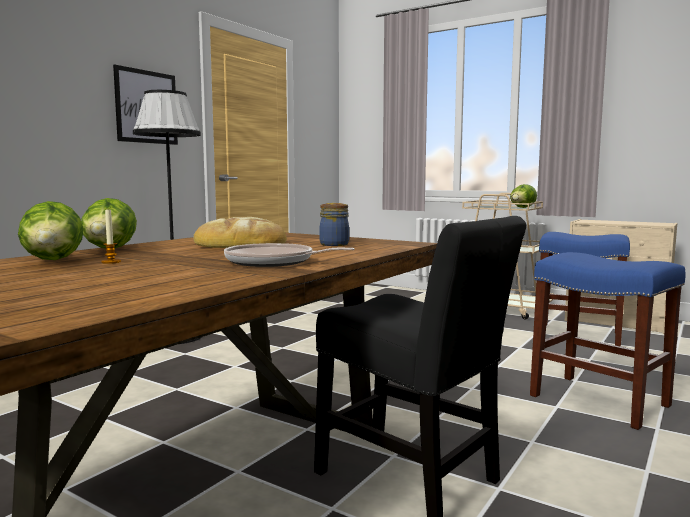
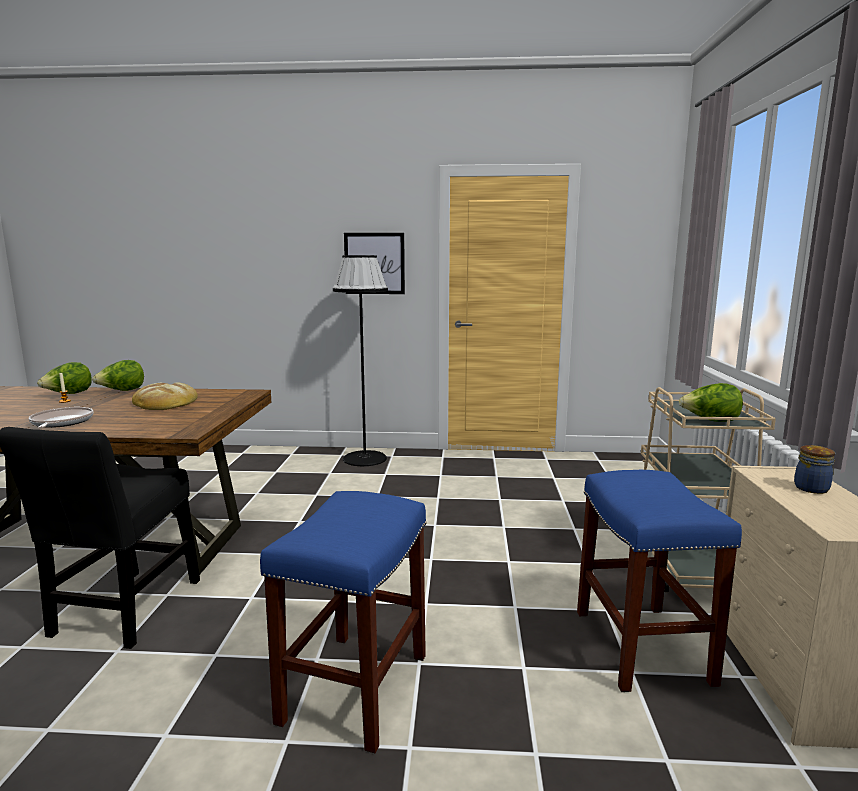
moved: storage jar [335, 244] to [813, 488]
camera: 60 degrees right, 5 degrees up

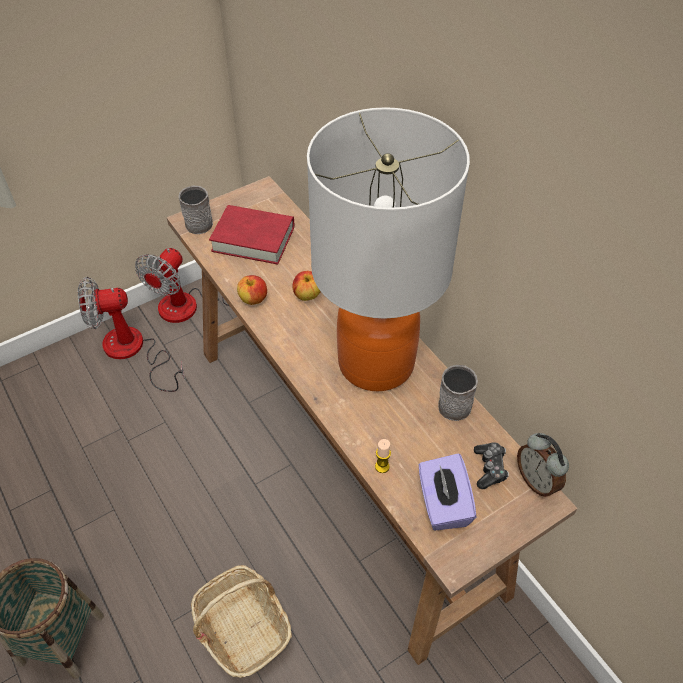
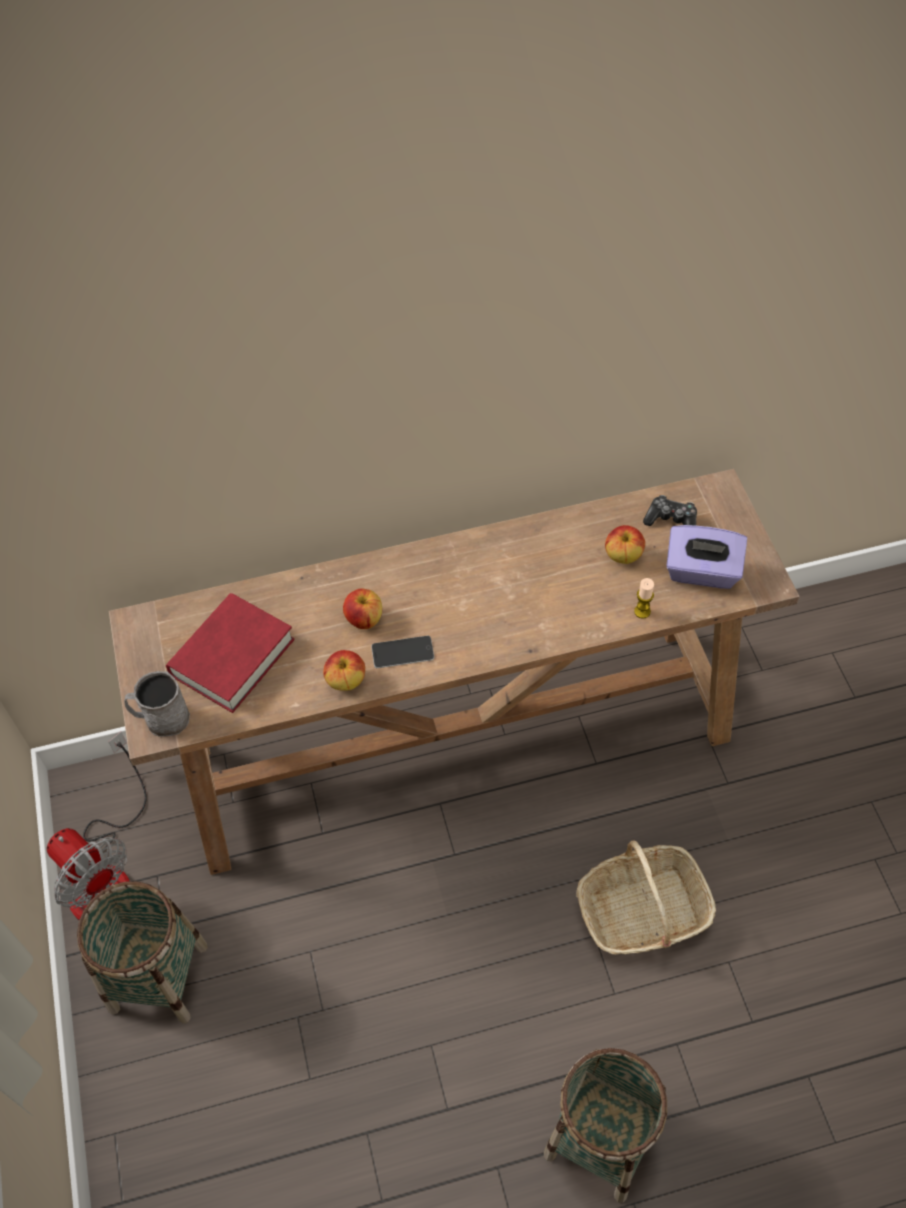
removed: lamp for a table [376, 363]; mug/gray [455, 402]; table clock [537, 481]
added: handset [402, 652]; apple fruit [623, 555]
replaced: fan [133, 352] to storage basket [159, 977]
camera: 70 degrees left, 5 degrees up

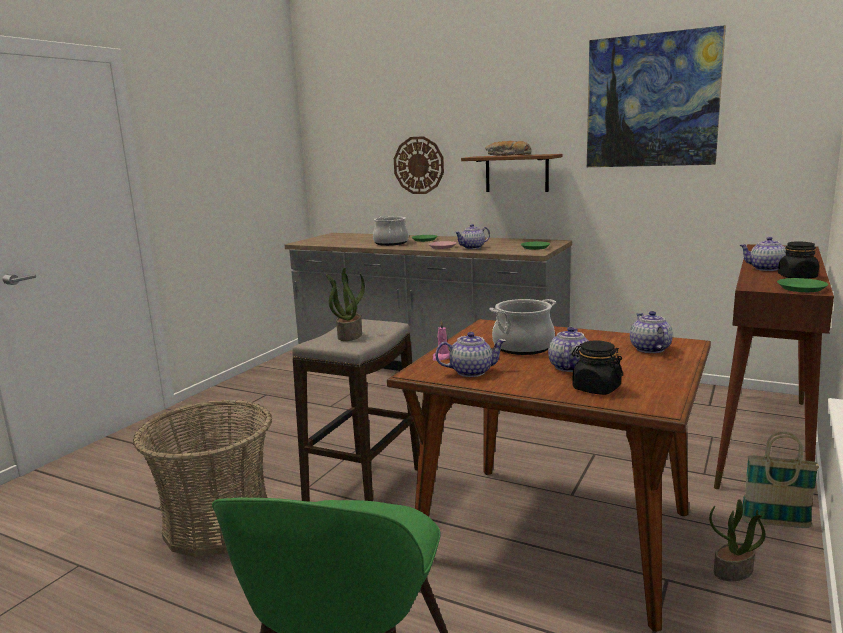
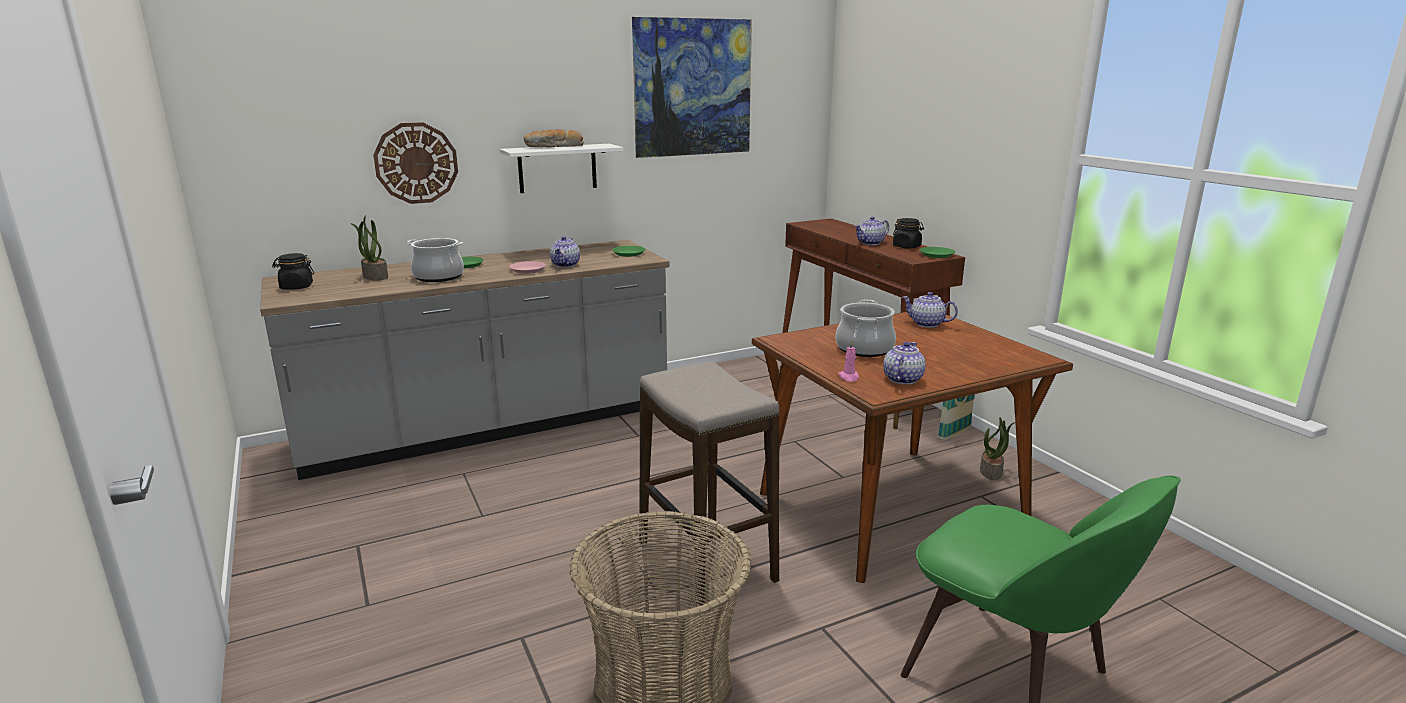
removed: teapot [569, 367]
moved: storage jar/blackish [596, 388] to [296, 287]; potted plant [349, 335] to [375, 276]
recoloured: shelf/brownish [516, 173] to shelf/whitish [557, 168]
camera: 55 degrees left, 5 degrees up

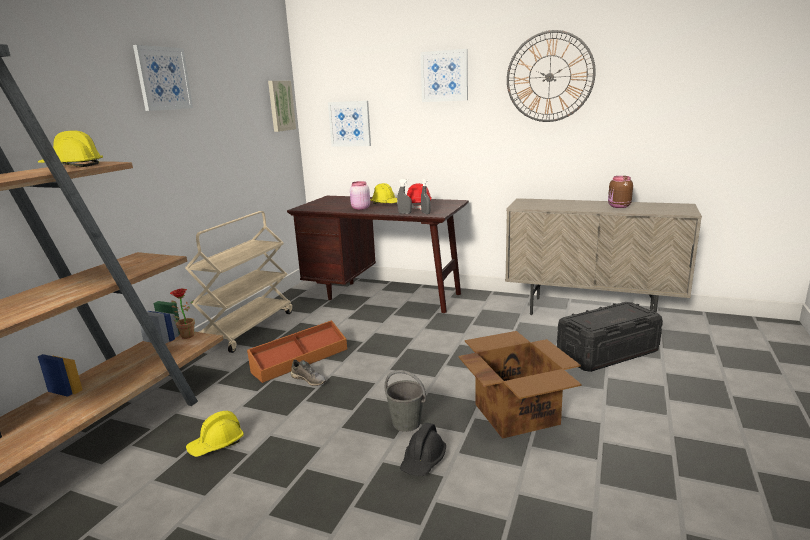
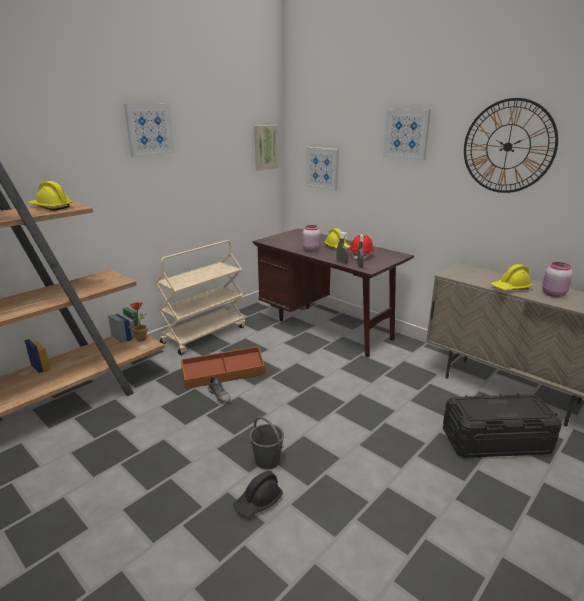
removed: cardboard box [516, 413]
moved: hard hat/yellow-coloured [216, 444] to [510, 288]
recoloured: storage jar/brownish [618, 206] to storage jar/pink-coloured [552, 294]
camera: 20 degrees right, 5 degrees up

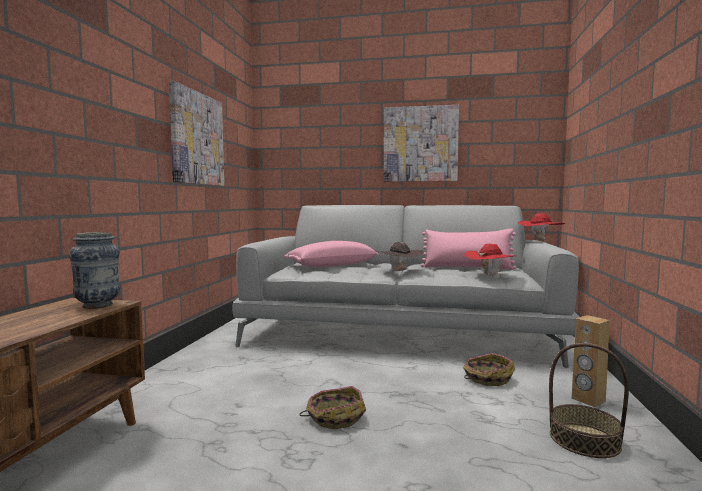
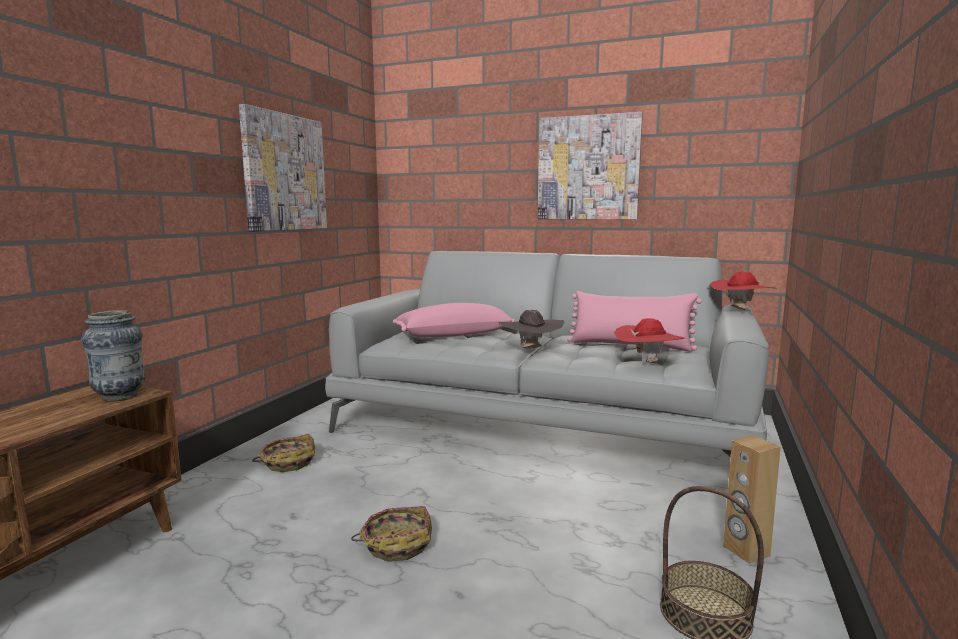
moved: storage basket [487, 378] to [288, 462]
camera: 10 degrees right, 5 degrees up

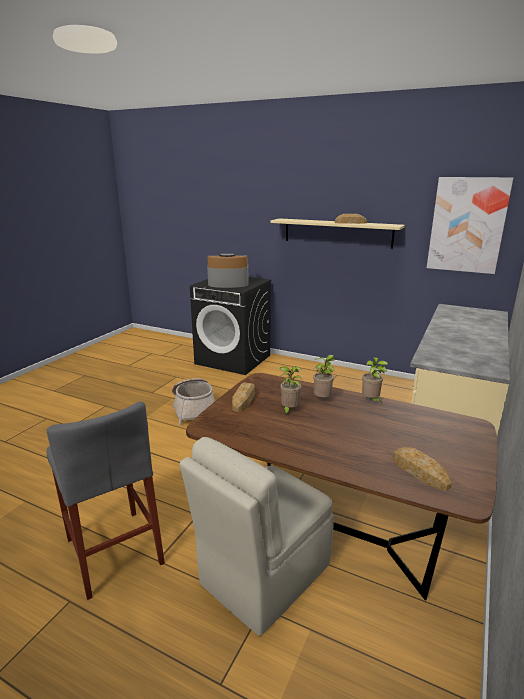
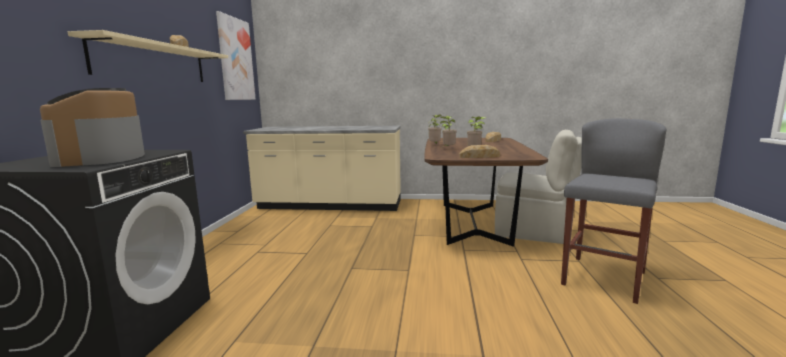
removed: storage basket [194, 409]
camera: 110 degrees left, 10 degrees down

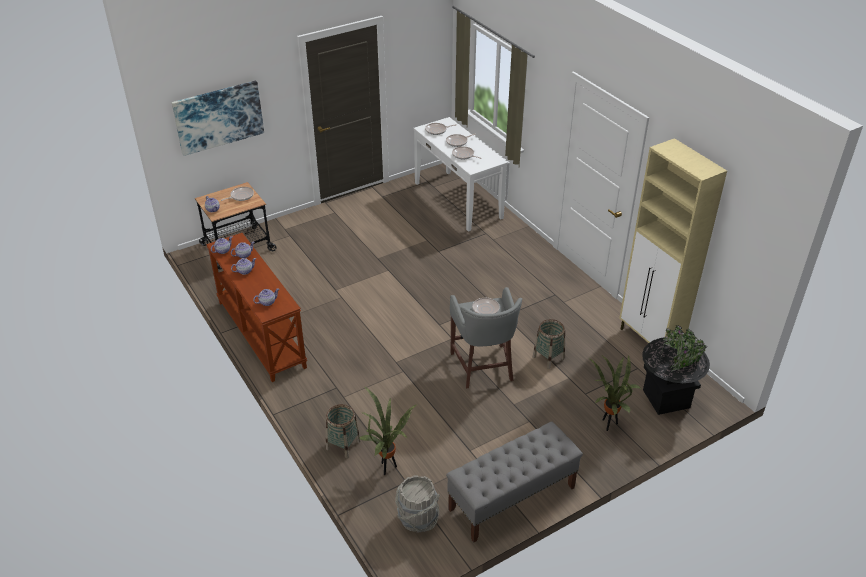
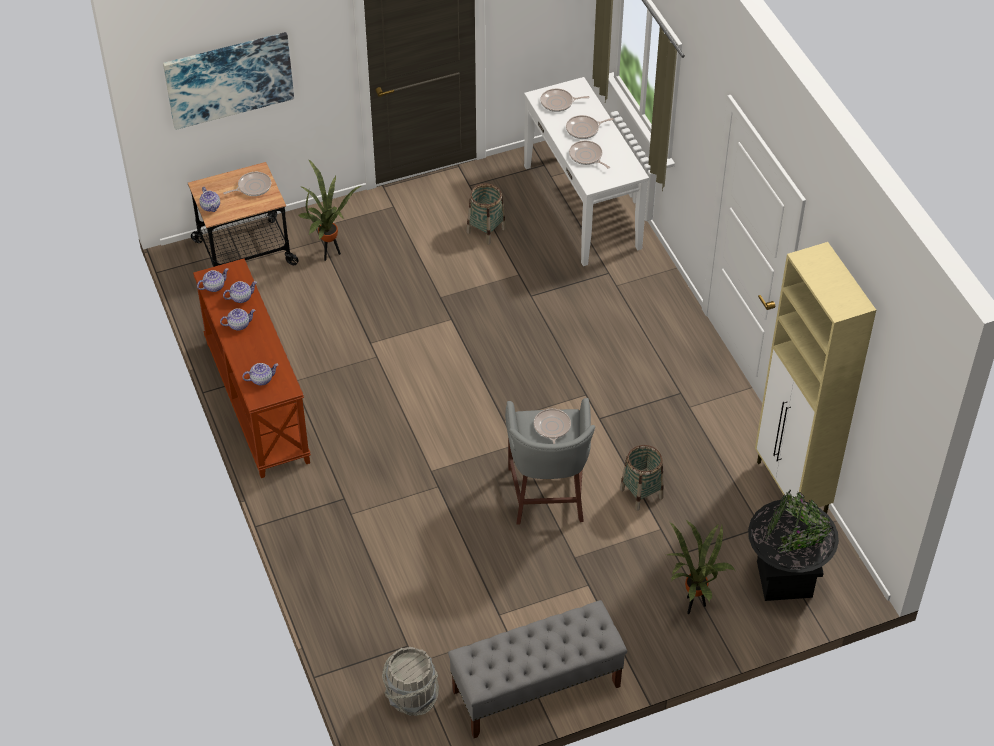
moved: potted plant [387, 467] to [330, 253]; storage basket [343, 445] to [486, 230]
camera: 10 degrees right, 10 degrees up

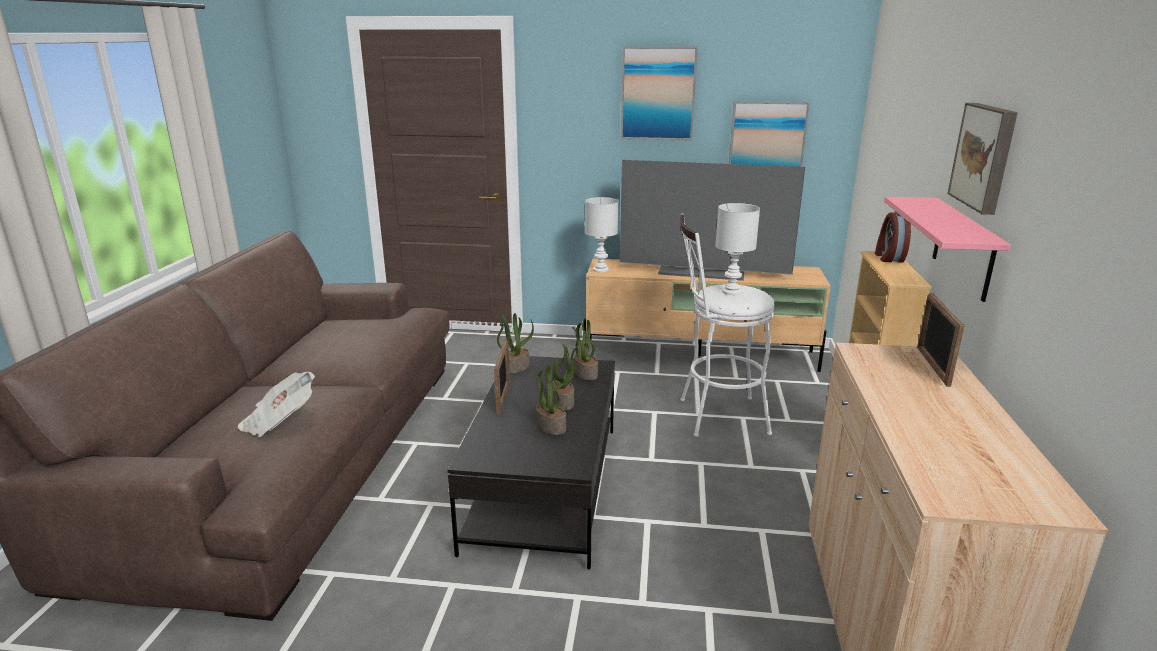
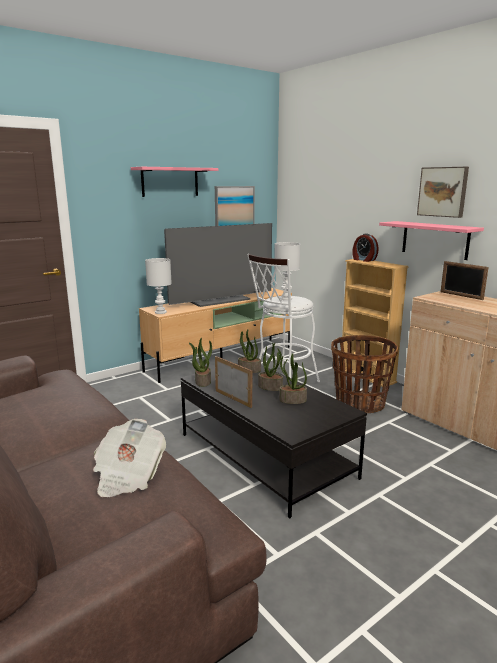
added: storage basket [359, 403]
replaced: wall art [658, 93] to shelf/pink-coloured [170, 182]
camera: 45 degrees left, 5 degrees down

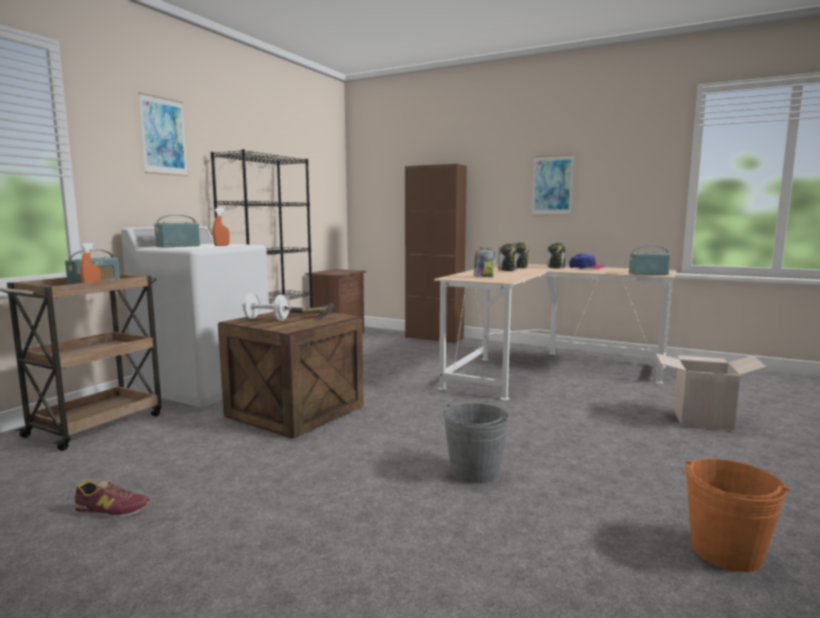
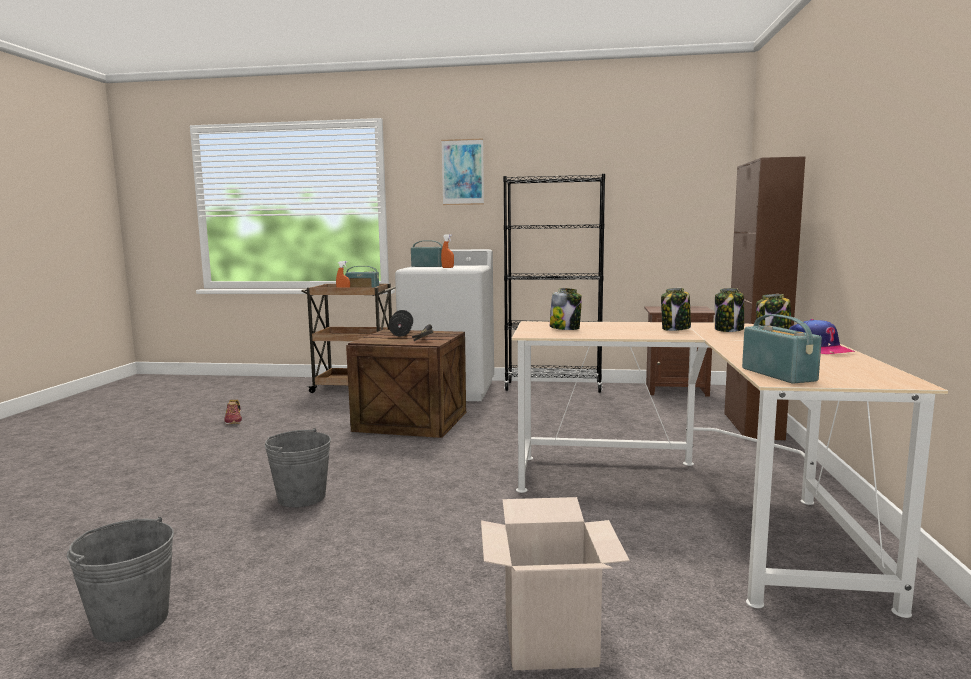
removed: wall art [552, 185]
recoloured: water bucket/orange-coloured [726, 552] to water bucket/gray [131, 621]; free weight/whitish [267, 319] to free weight/blackish [401, 333]
camera: 70 degrees right, 0 degrees up

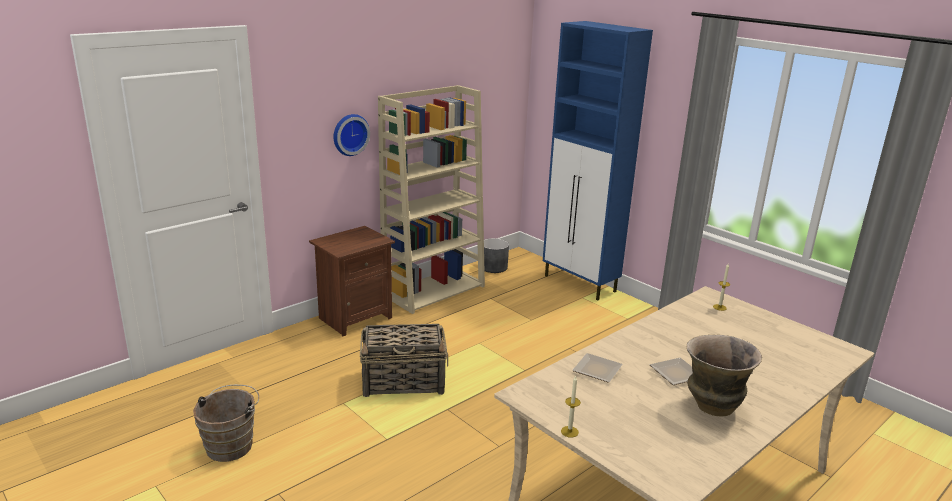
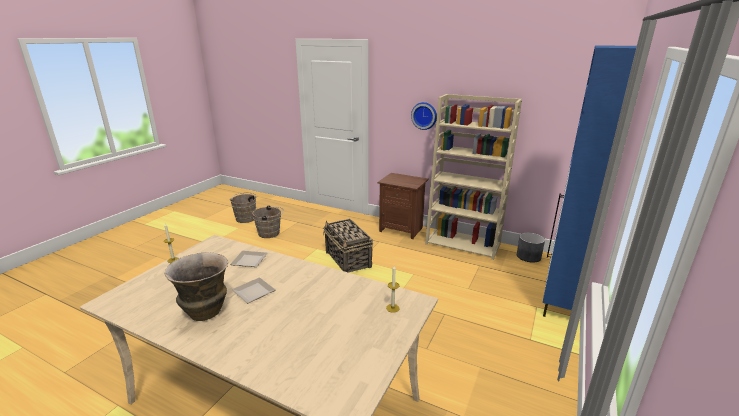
added: water bucket/brownish [246, 218]
camera: 70 degrees right, 0 degrees up

